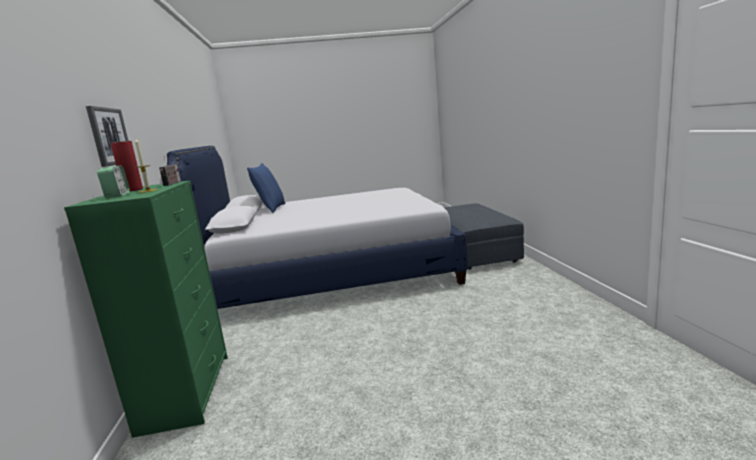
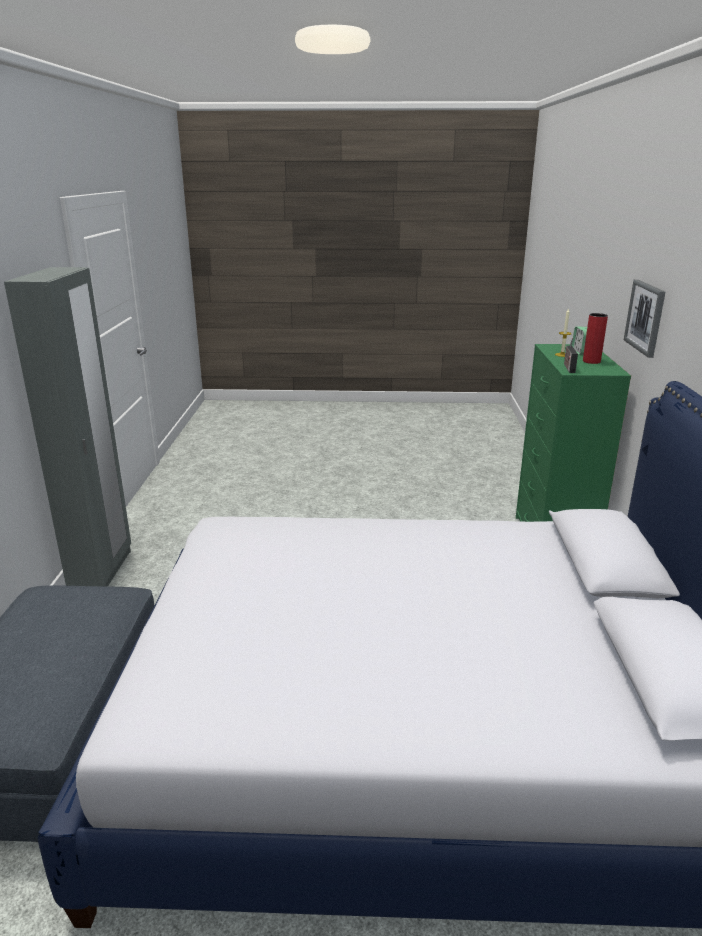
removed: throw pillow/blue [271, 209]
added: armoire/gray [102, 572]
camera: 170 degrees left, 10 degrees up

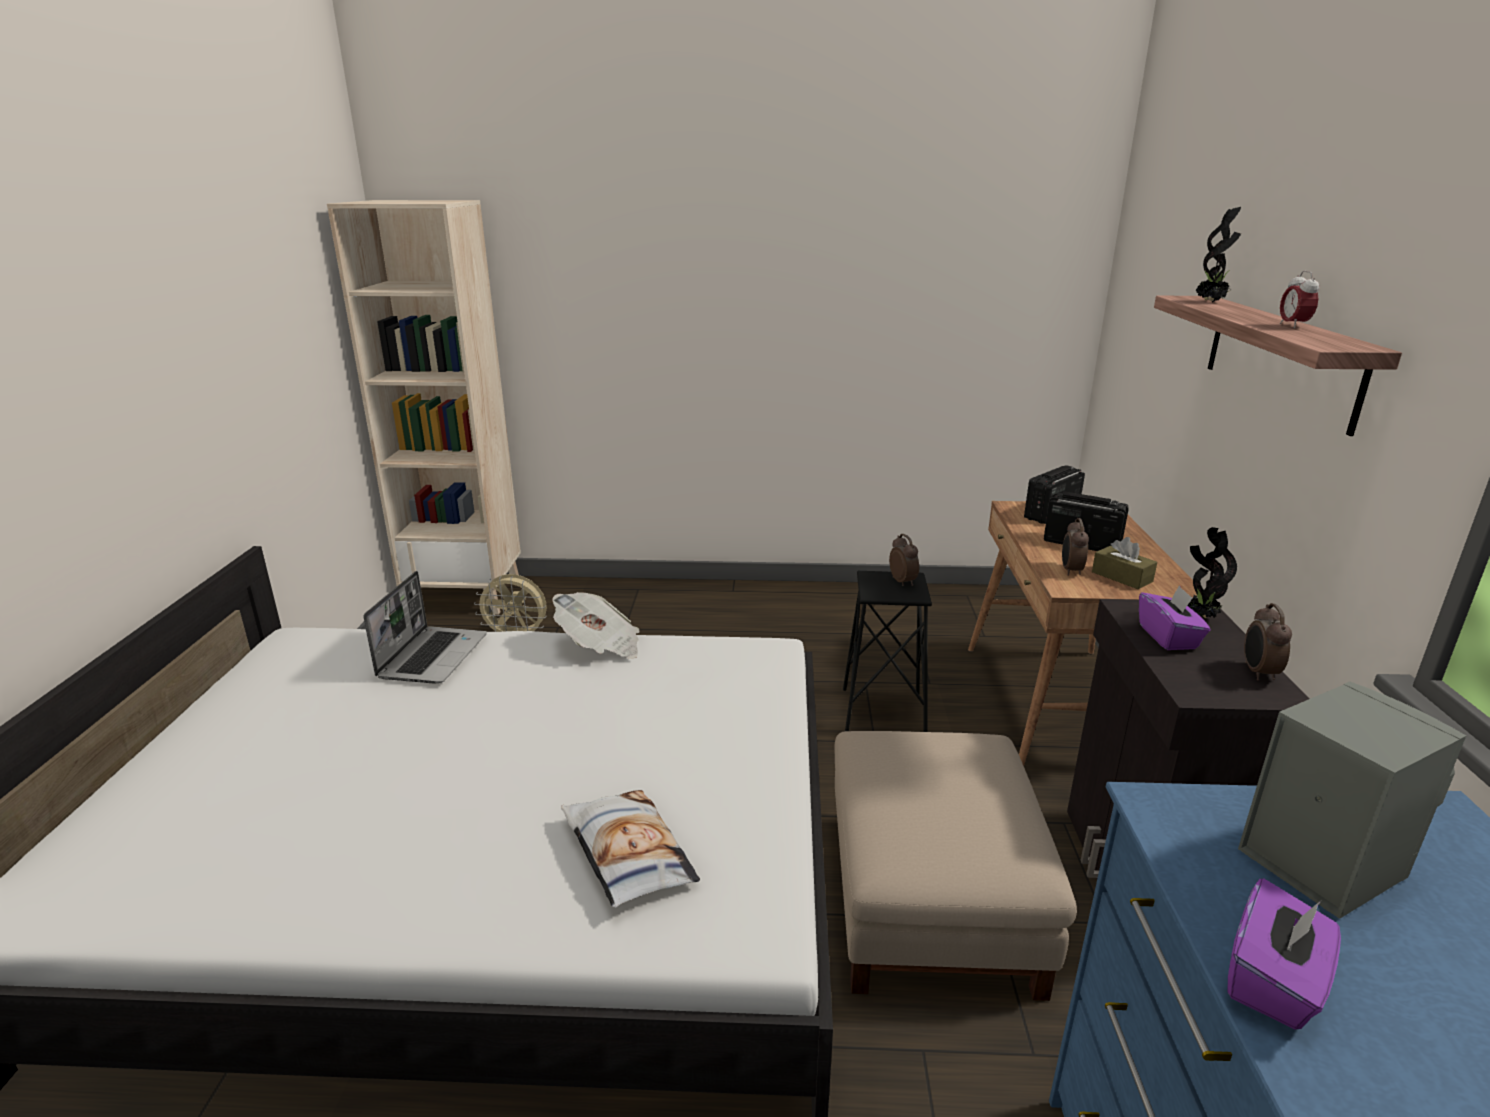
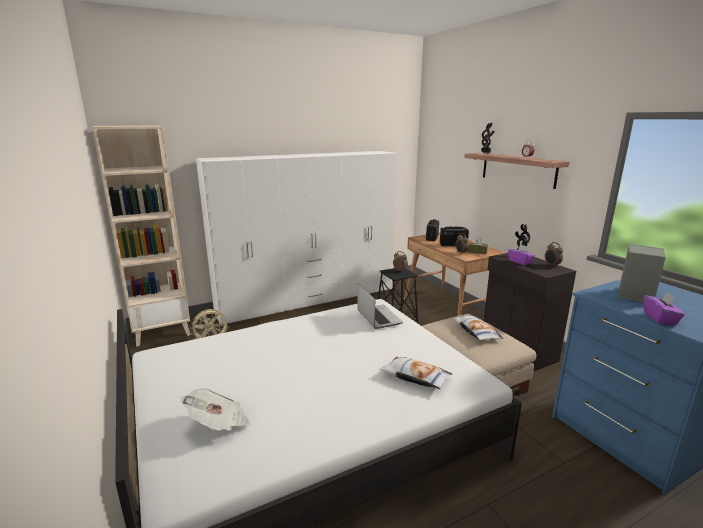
added: armoire/whitish [308, 299]; throw pillow [476, 332]
moved: newspaper [600, 646] to [219, 424]; laptop [433, 656] to [378, 317]
camera: 30 degrees left, 5 degrees down

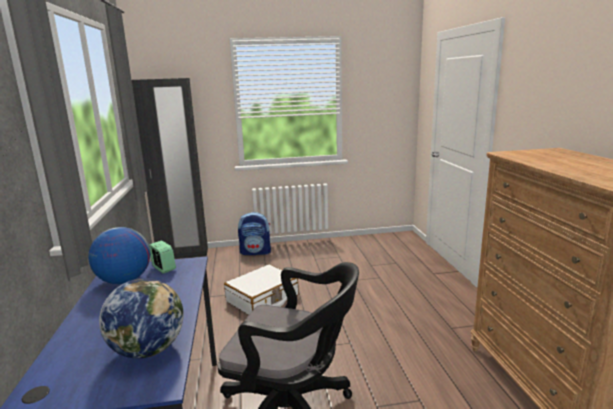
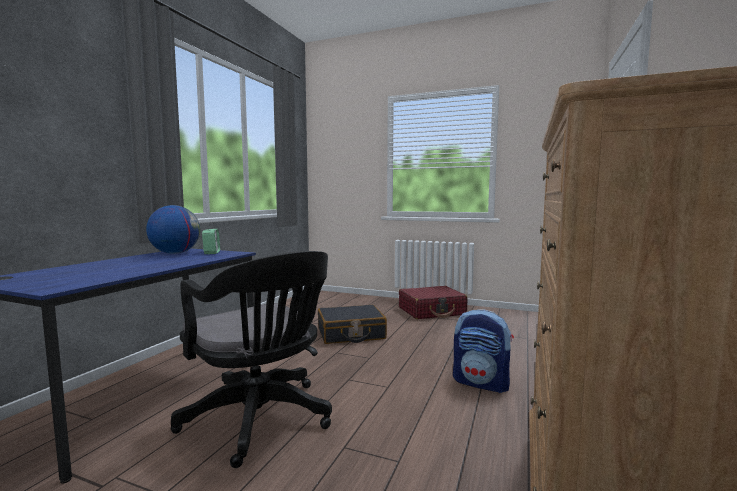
removed: desk globe [148, 349]; armoire/blackish [183, 254]
added: travel case/red-coloured [432, 311]
moved: rucksack [256, 252] to [481, 383]
recoloured: travel case/whitish [262, 299] to travel case/blackish [351, 334]
camera: 30 degrees right, 10 degrees down

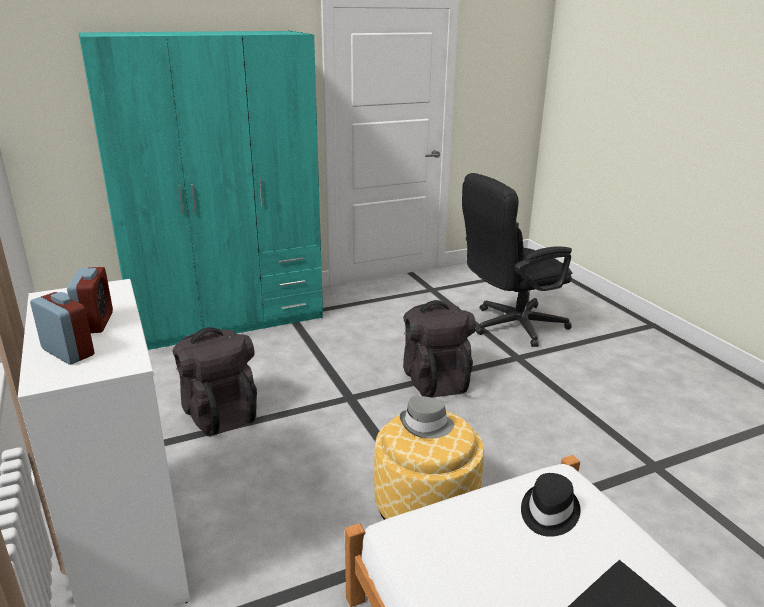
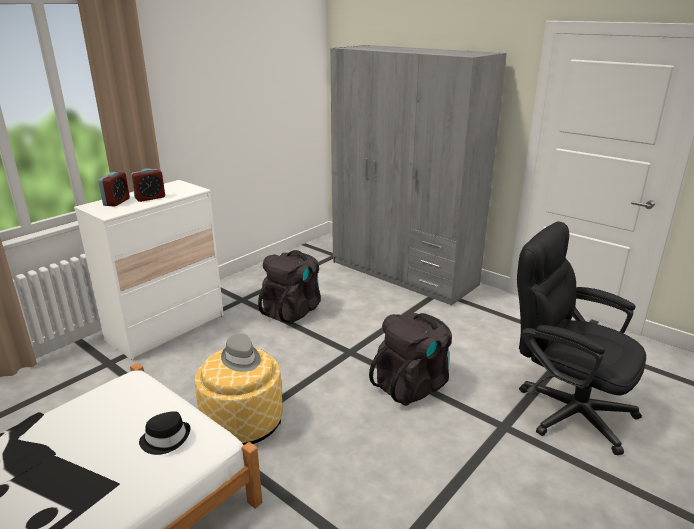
recoloured: armoire/blue-green [228, 320] to armoire/gray [403, 273]
camera: 65 degrees right, 0 degrees up

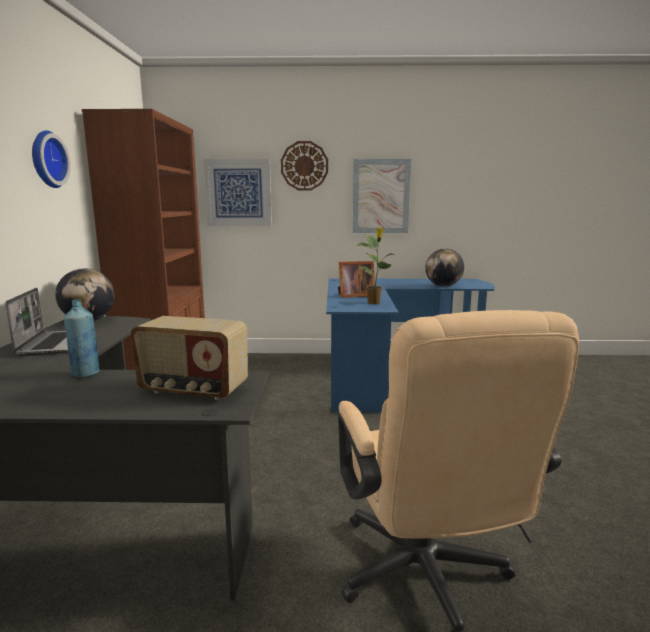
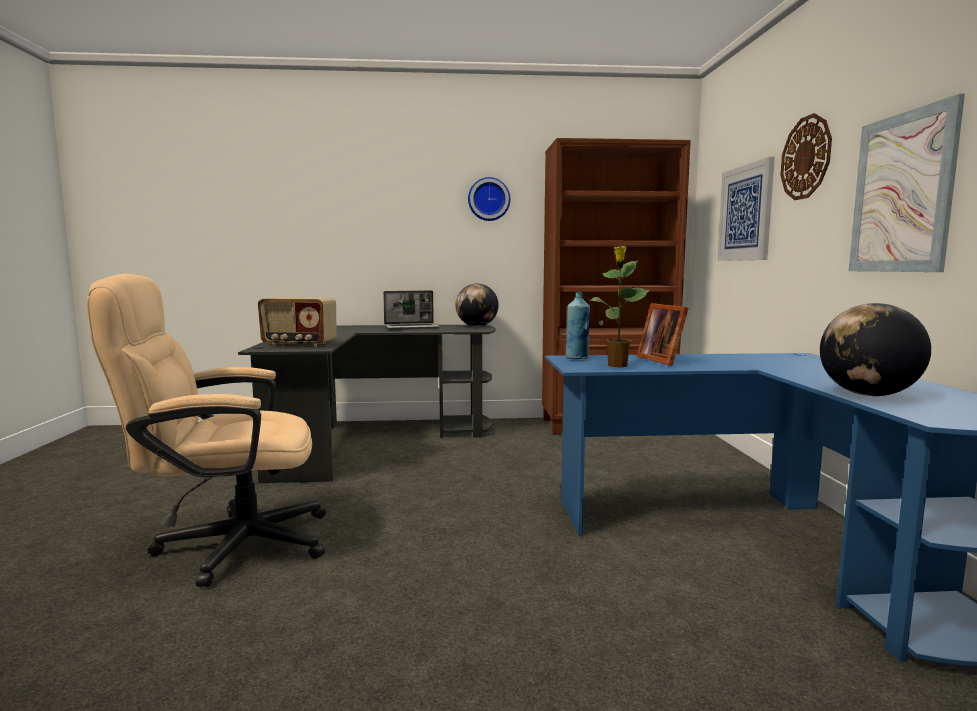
moved: drink bottle/blue [86, 374] to [577, 358]
turned: radio set [193, 390] = [299, 344] 90 degrees counterclockwise
camera: 85 degrees right, 5 degrees down

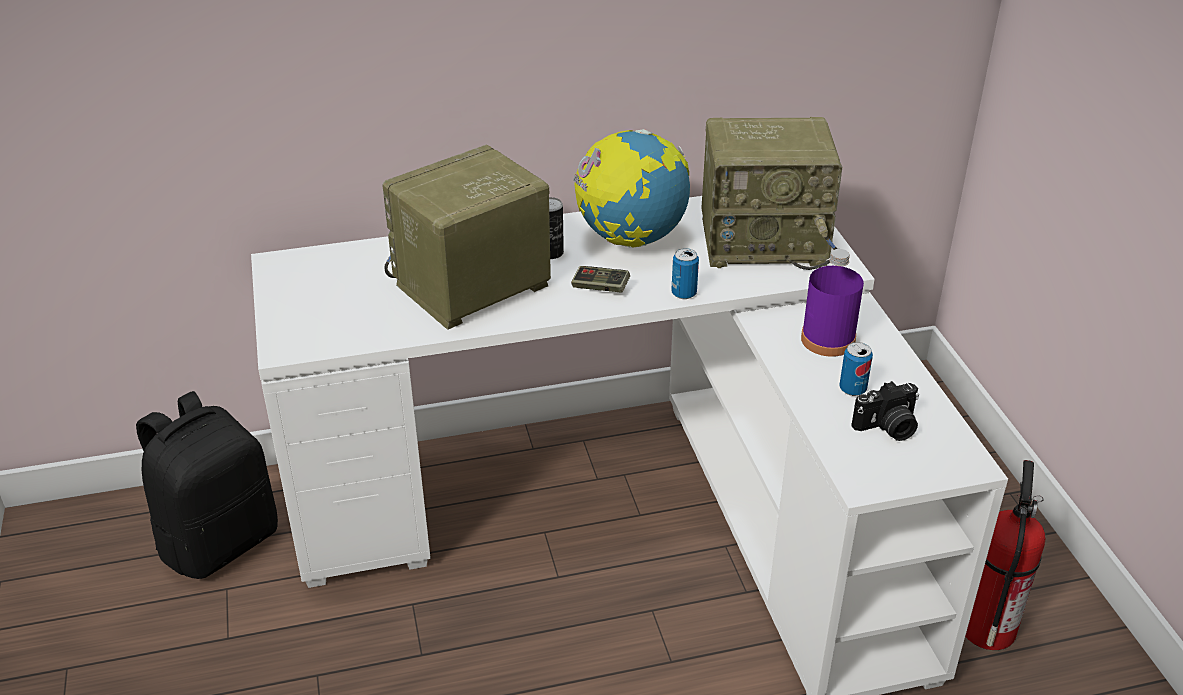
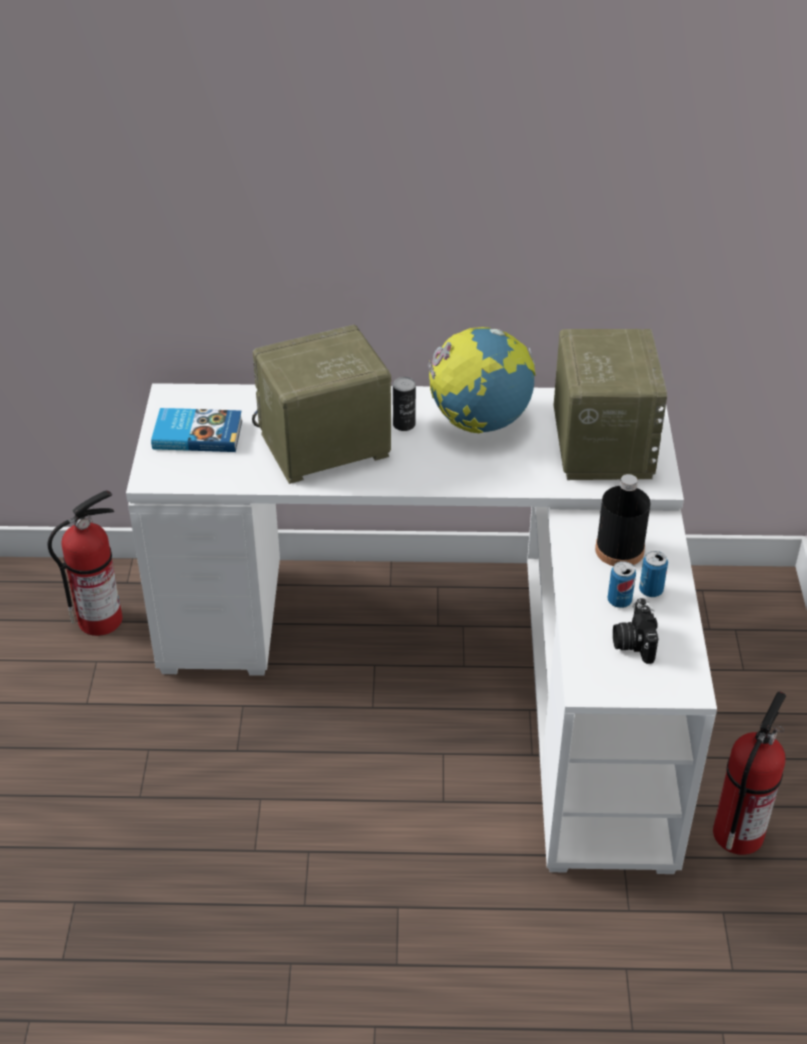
removed: gamepad [600, 287]
added: book [197, 434]
moved: metal can [684, 293] to [651, 590]
replaced: rucksack/blackish [219, 541] to fire extinguisher [101, 618]
recoloured: drink bottle/purple-coloured [828, 340] to drink bottle/blackish [619, 550]
turned: radio set [765, 240] = [601, 443] 105 degrees counterclockwise; photo camera [887, 428] = [633, 642] 90 degrees clockwise
camera: 15 degrees right, 5 degrees up

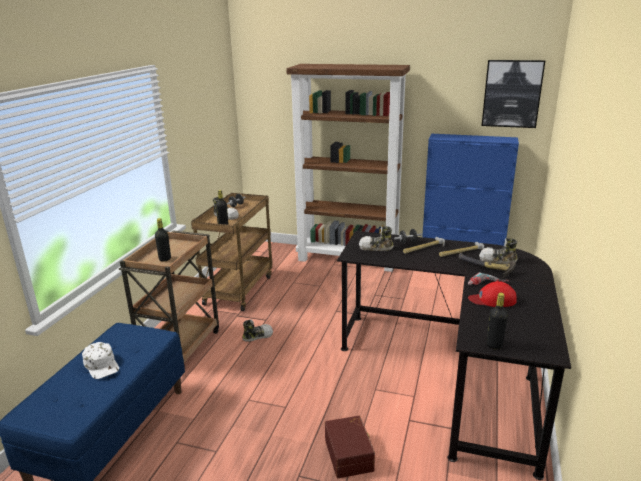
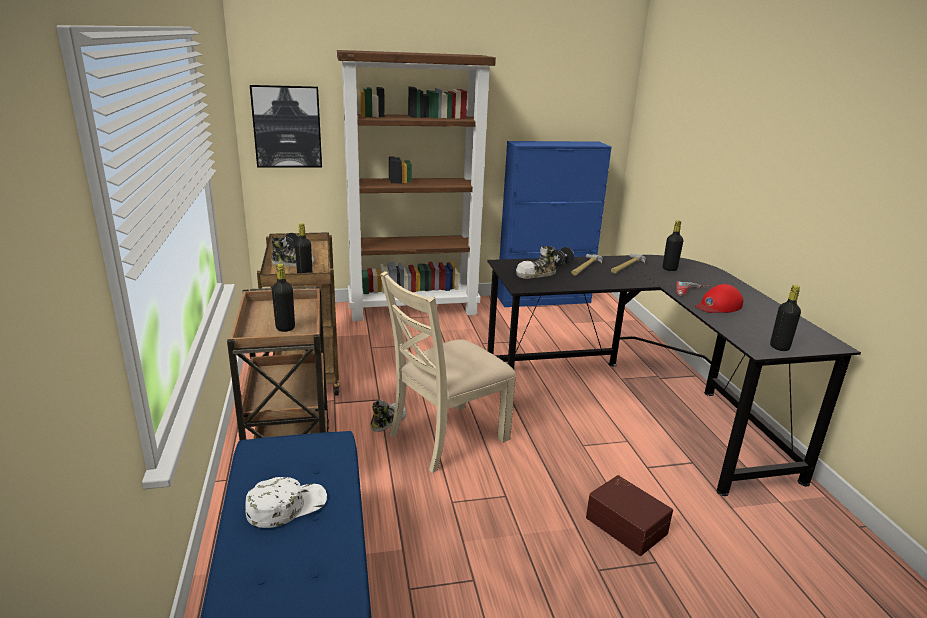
removed: tool hammer [485, 269]
added: upright chair/beige [447, 436]
moved: wall art [512, 93] to [287, 127]
replaced: item of footwear [497, 260] to drink bottle/blackish [669, 269]
turned: baseball cap/whitish [102, 365] = [286, 506] 60 degrees counterclockwise
camera: 30 degrees left, 0 degrees up

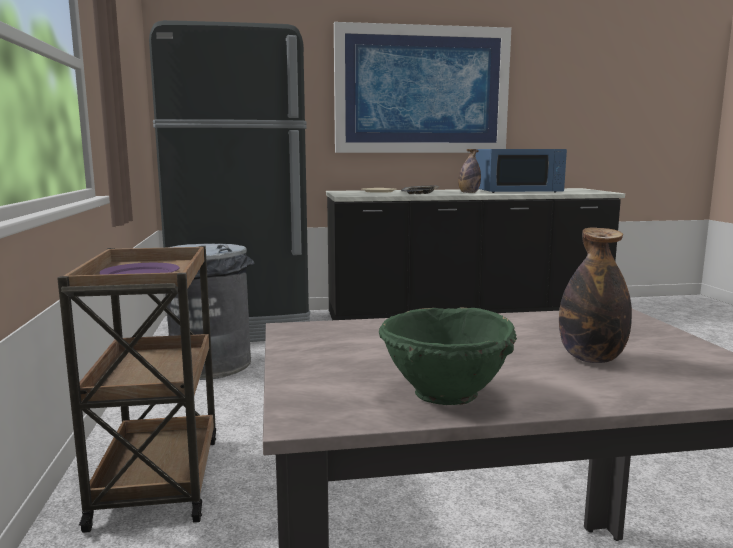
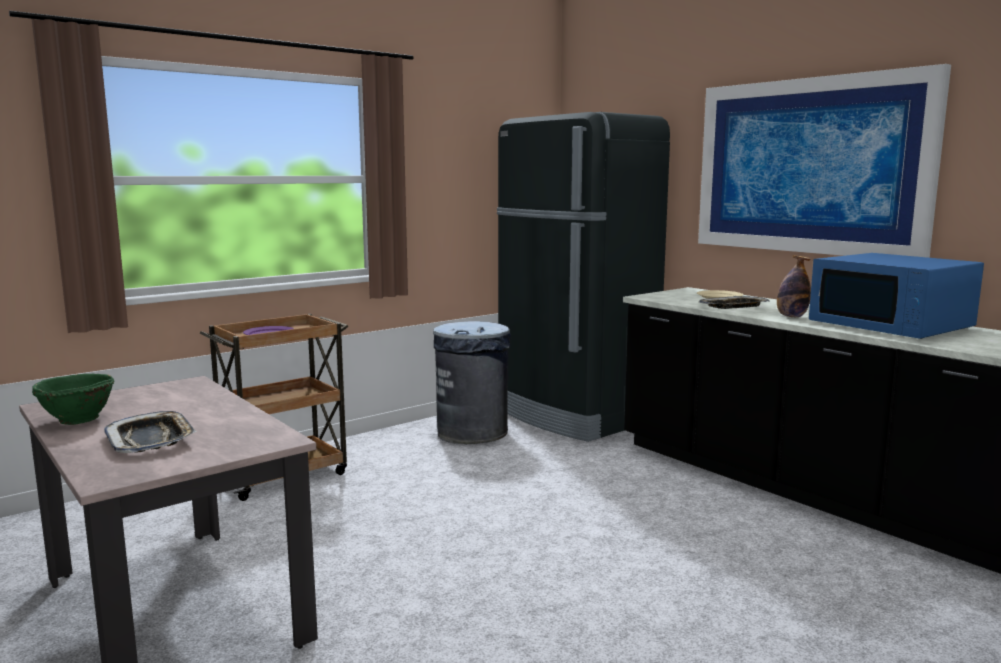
replaced: drink bottle [591, 358] to carrying tray [151, 439]
camera: 60 degrees right, 0 degrees up

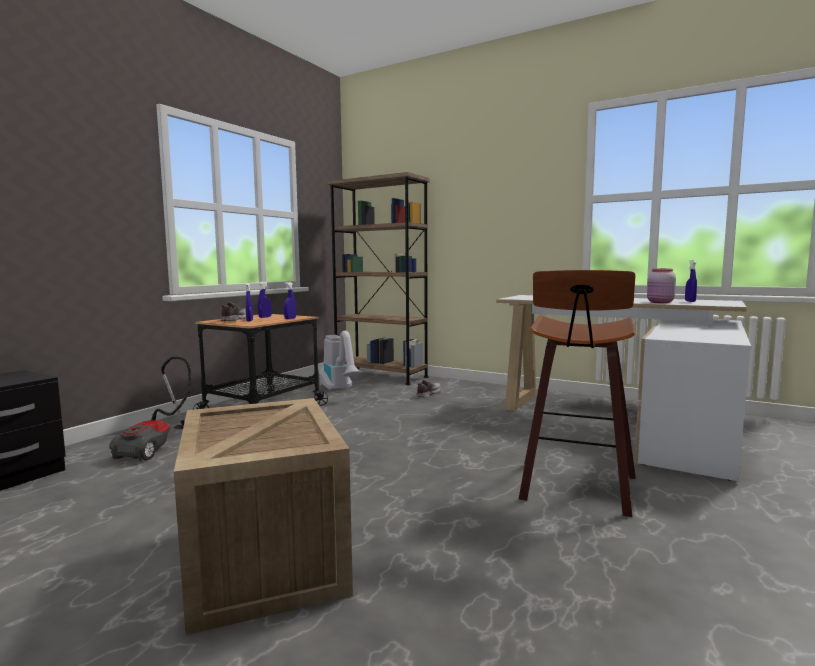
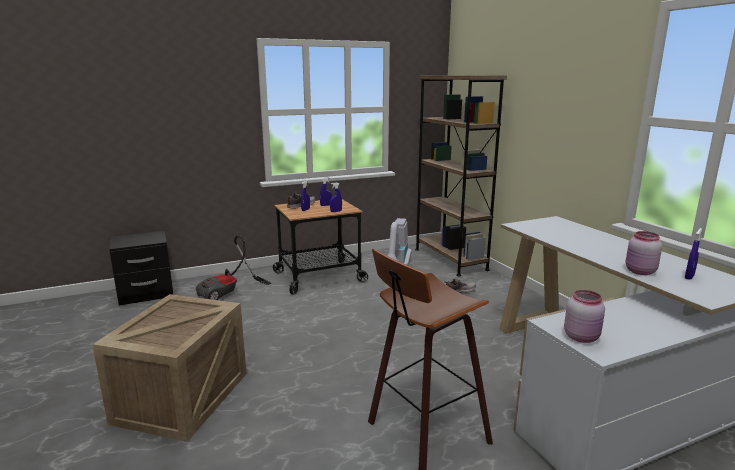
added: storage jar/pink-coloured [582, 337]
camera: 35 degrees right, 10 degrees up

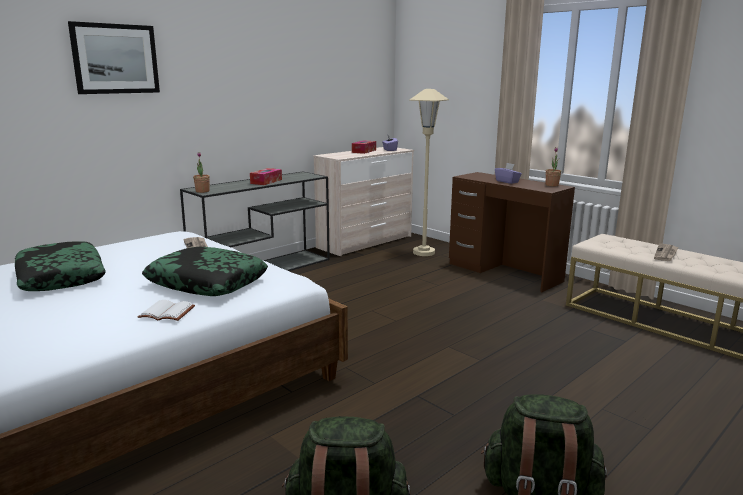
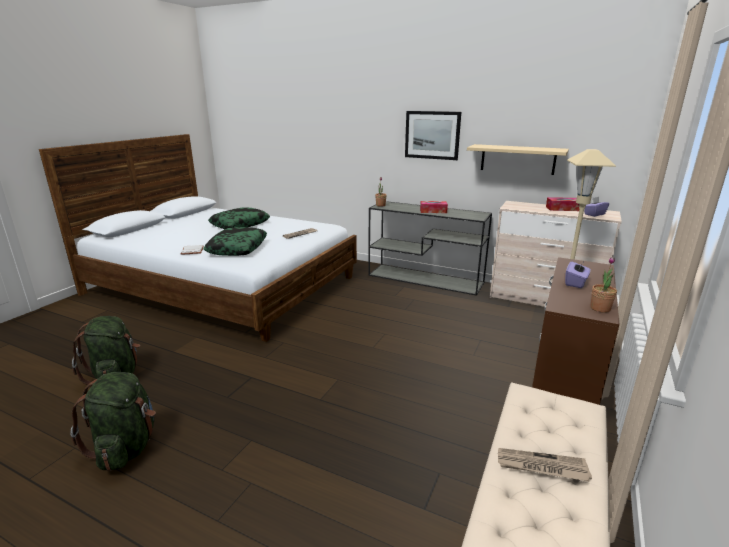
added: shelf/beige [517, 159]
moved: wall art [115, 59] to [432, 135]
camera: 70 degrees right, 5 degrees up

